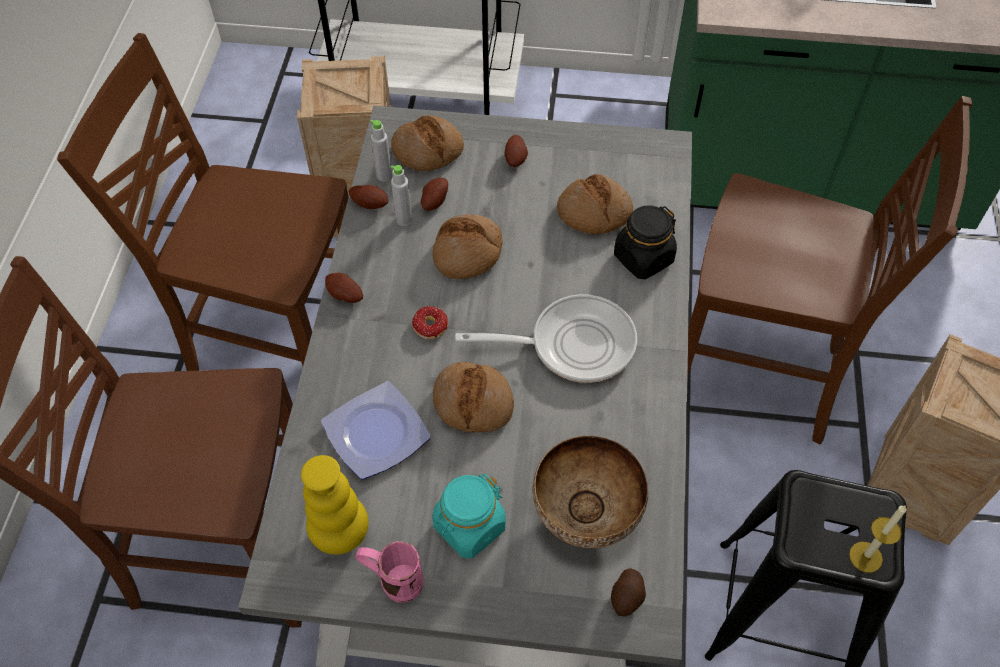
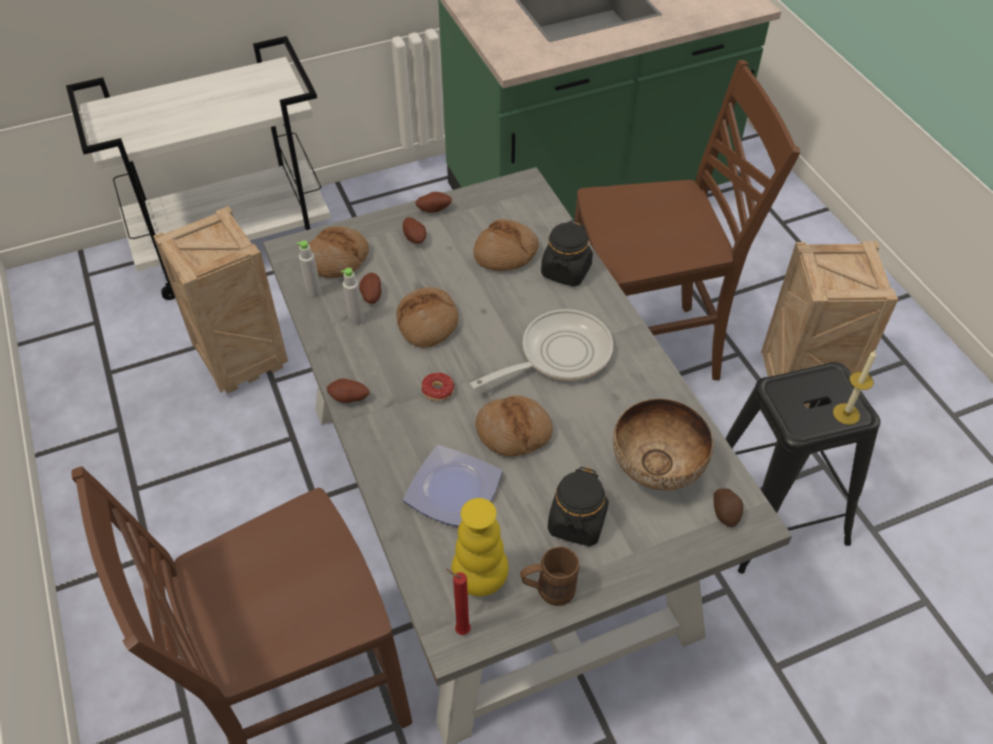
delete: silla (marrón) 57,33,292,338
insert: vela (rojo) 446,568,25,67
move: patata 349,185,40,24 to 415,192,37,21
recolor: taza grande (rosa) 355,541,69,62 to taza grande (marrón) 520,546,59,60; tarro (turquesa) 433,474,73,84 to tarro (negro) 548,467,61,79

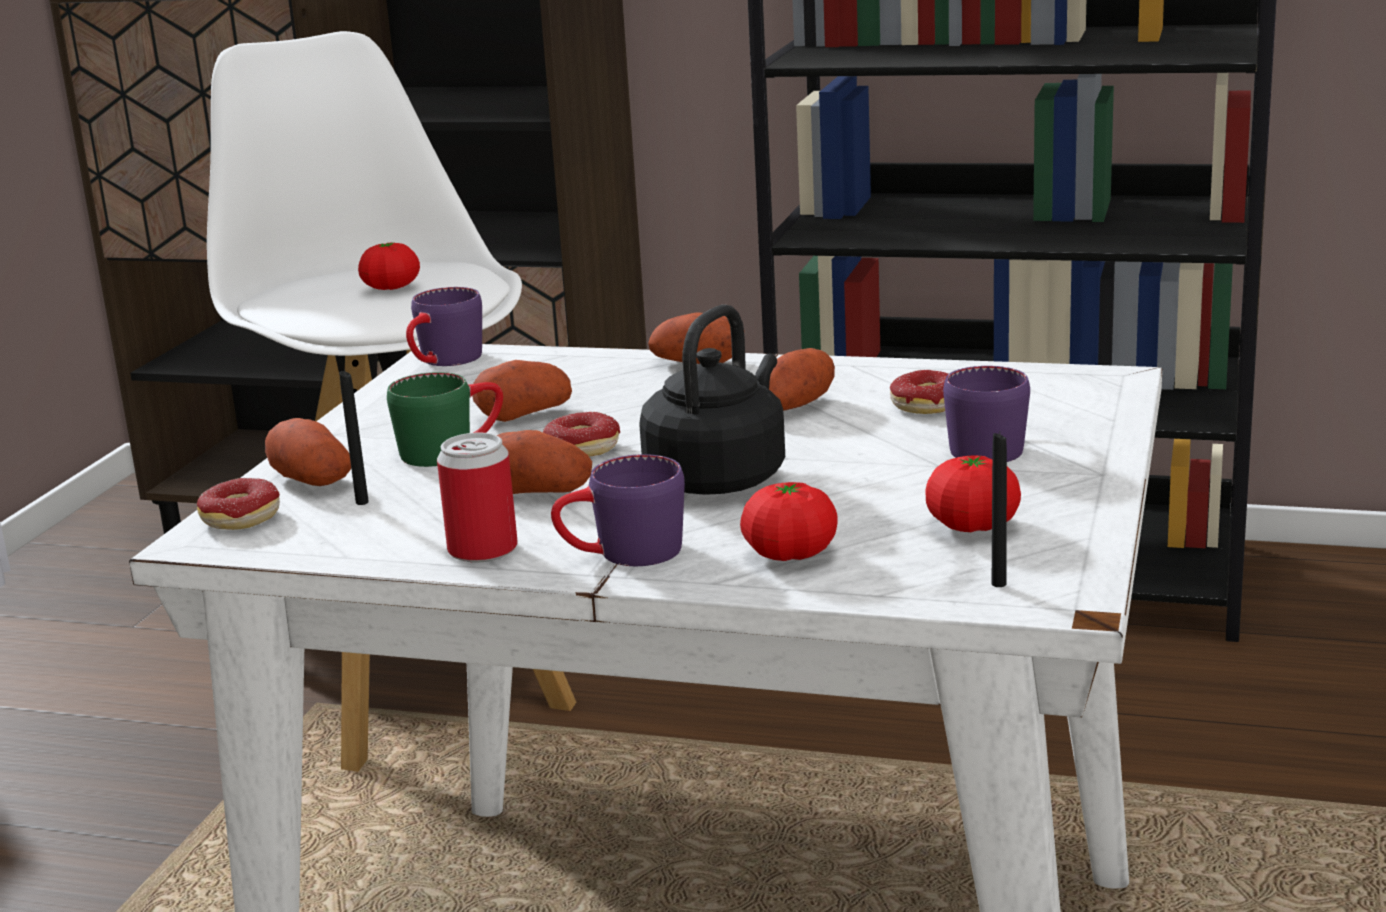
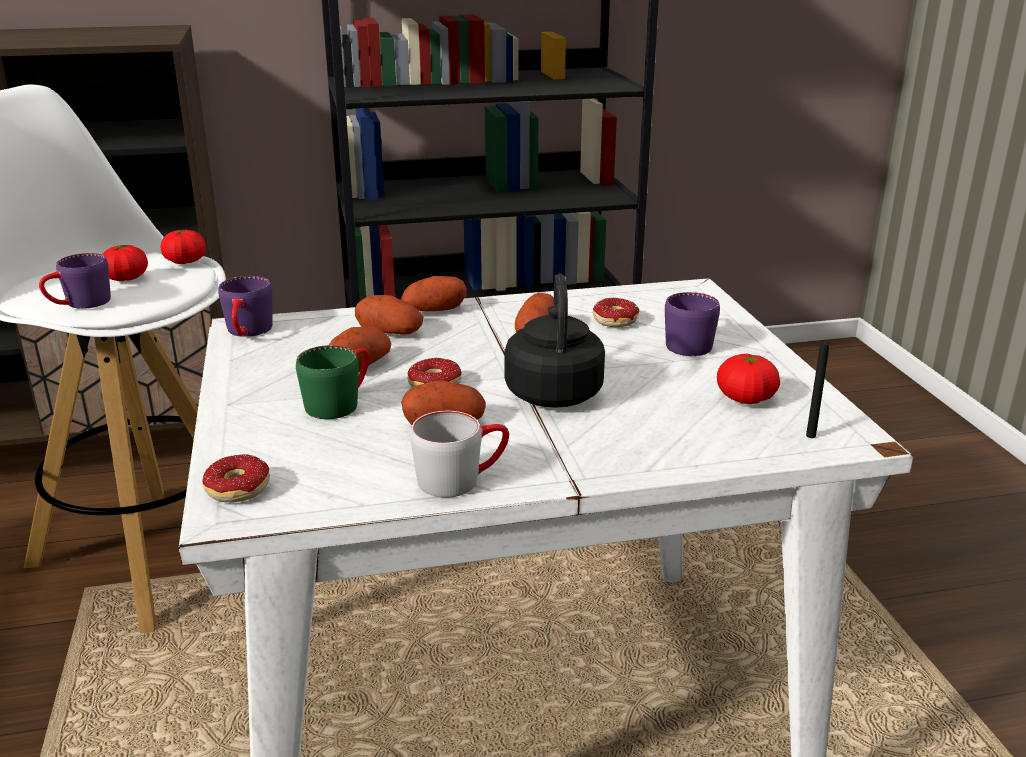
delete: vela (negro) 339,370,30,135
move: patata 265,418,86,68 to 355,295,69,39; taza grande (morado) 551,454,134,112 to 39,253,72,56; tomate 740,482,98,79 to 161,229,45,35
replace: lata 437,433,81,130 to taza grande (gris) 410,411,99,87

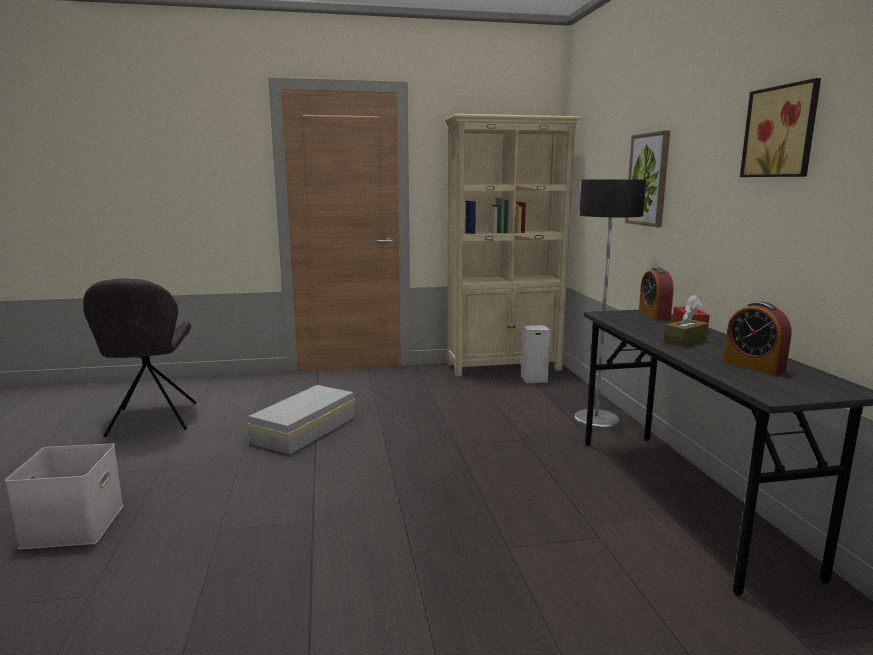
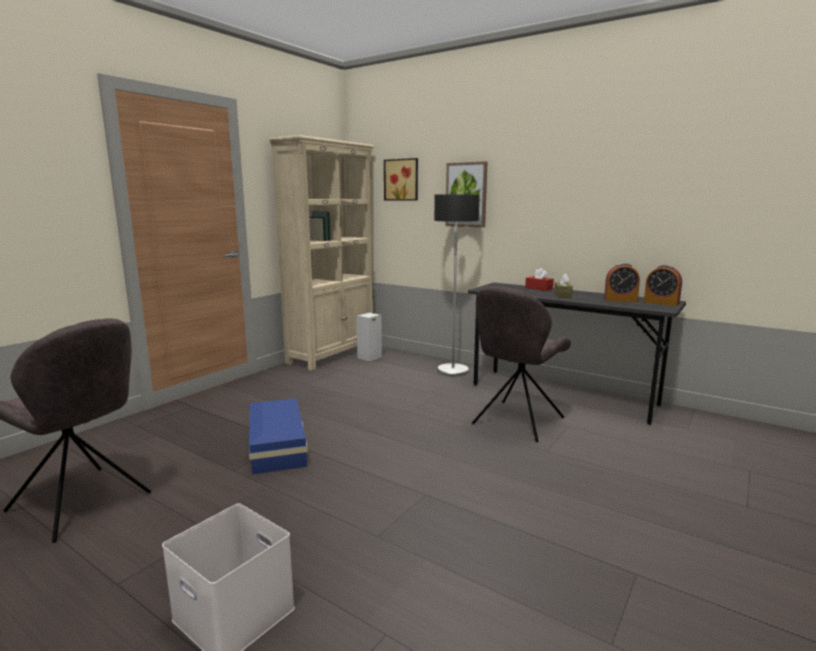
insert: silla (gris) 472,286,99,156
move: despertador 639,268,35,52 to 644,265,38,41; cuadro 740,78,81,99 to 384,158,34,43
recolor: caja de almacenaje (blanco) 247,385,108,70 to caja de almacenaje (azul) 249,398,59,76

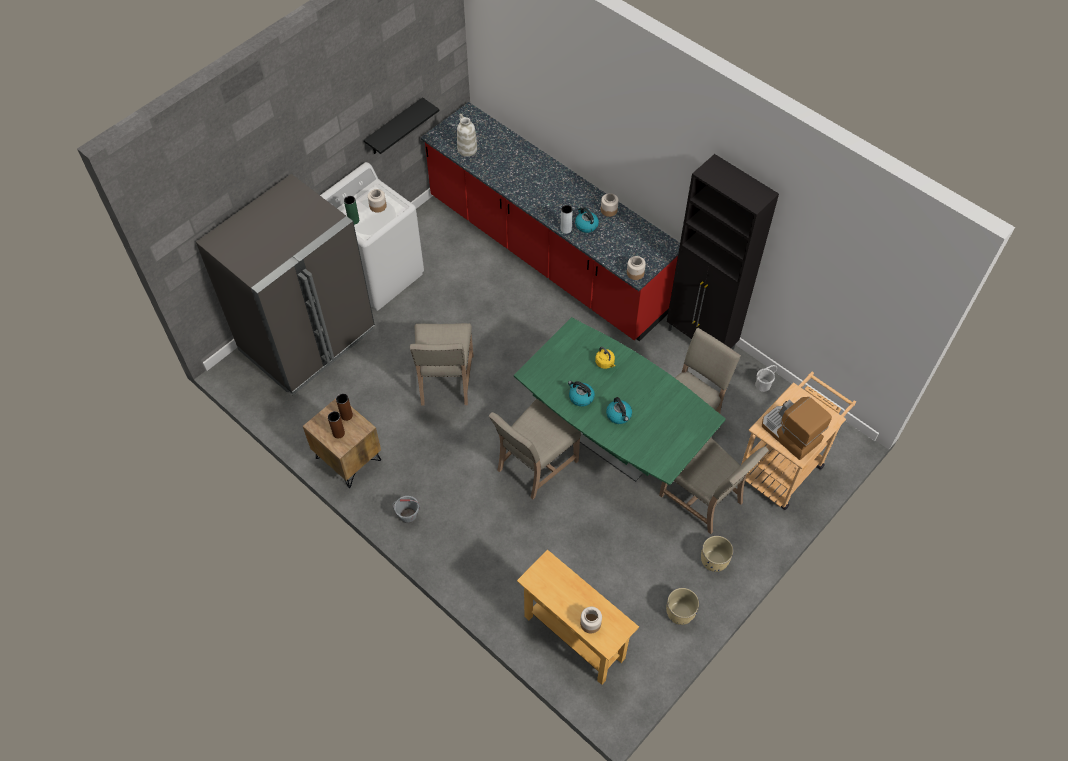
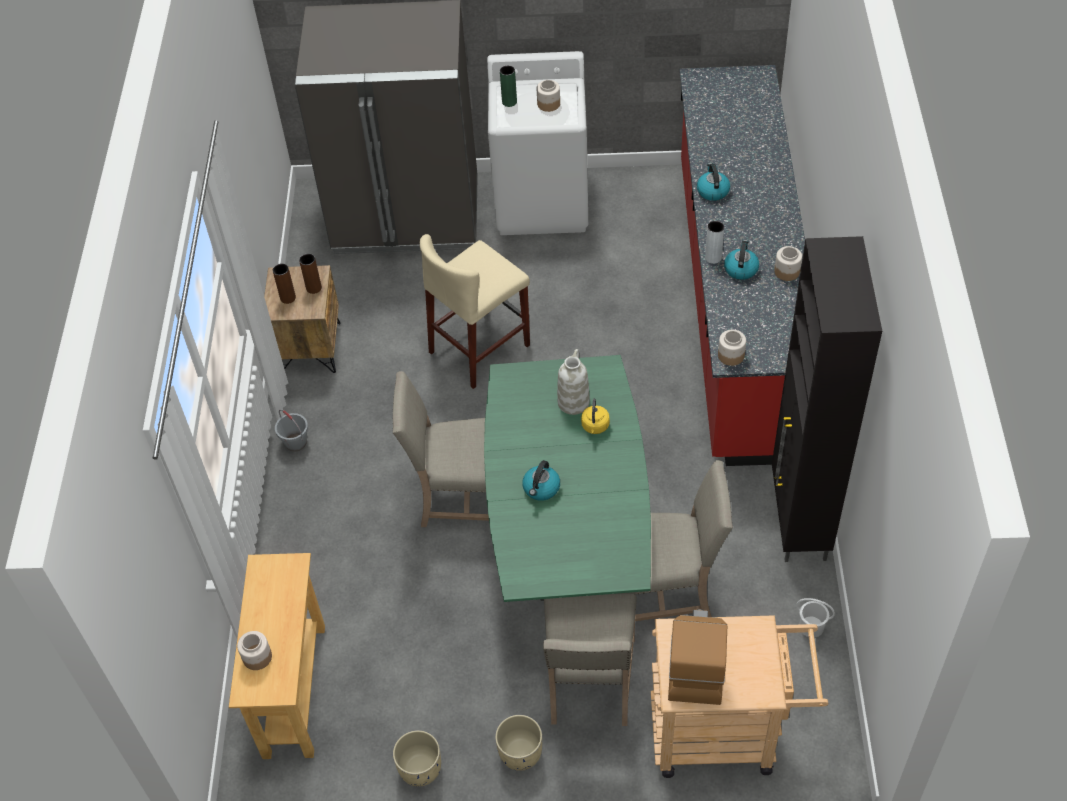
delete: estante (negro) 364,97,75,57
move: florero (blanco) 457,114,20,43 to 557,349,33,66; hervidor 568,381,27,26 to 697,163,33,38
replace: silla (beis) 410,323,63,83 to taburete (beis) 420,234,110,155

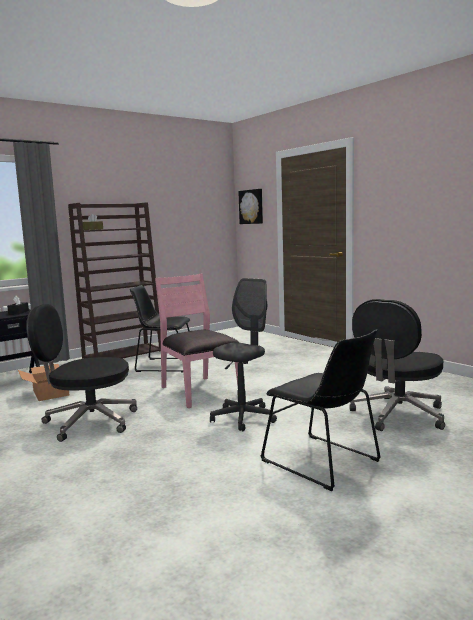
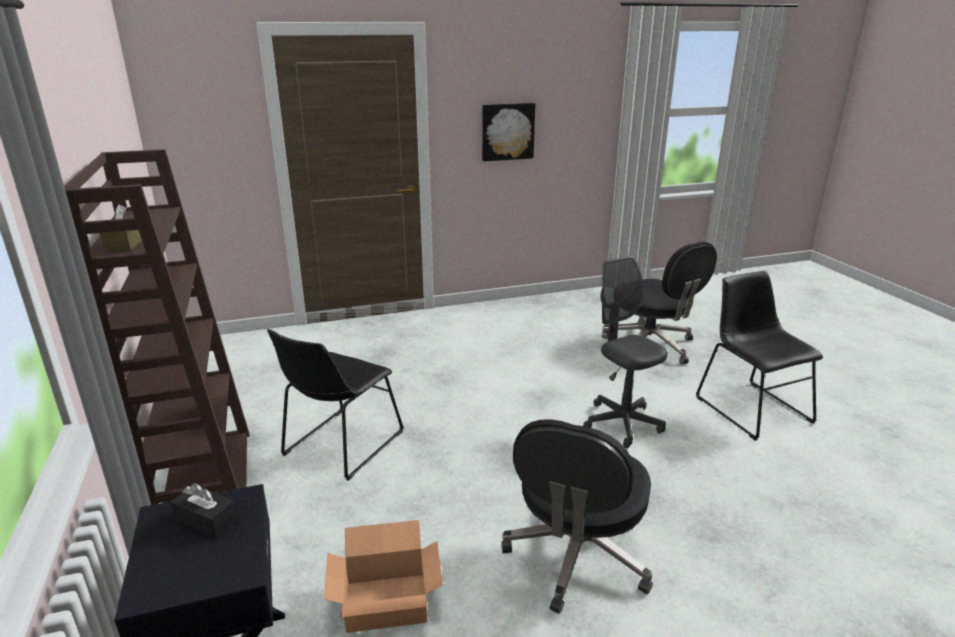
delete: silla (rosa) 155,274,85,134
move: cuadro 238,189,25,35 to 482,103,53,58
rotate: silla (negro) 261,329,120,162 = 696,271,127,170 90 degrees counterclockwise

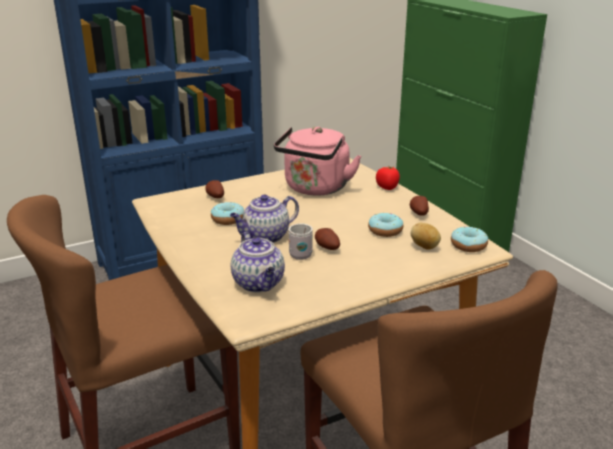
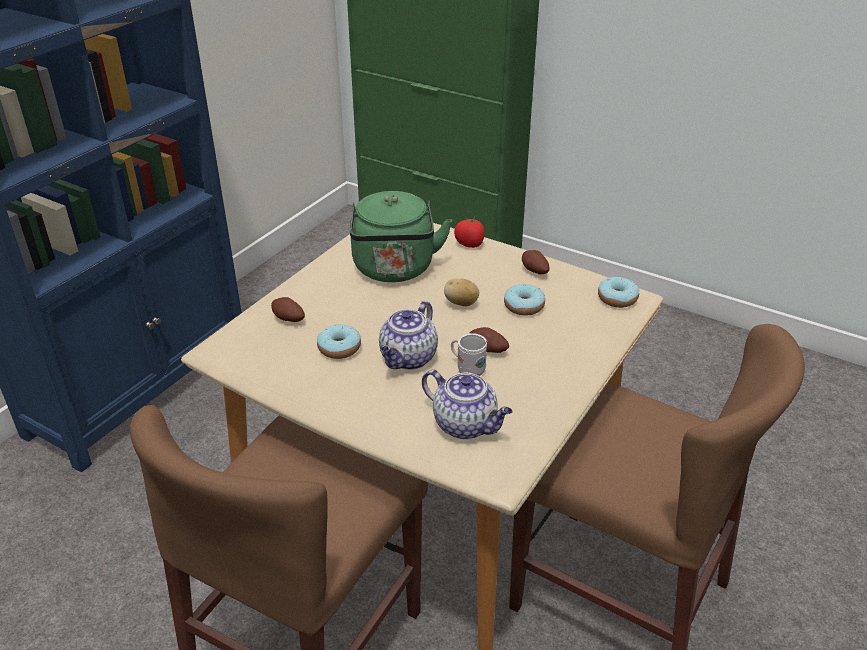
move: patata 411,223,30,27 to 444,279,35,27
recolor: hervidor (rosa) 274,127,87,69 to hervidor (verde) 350,191,102,91

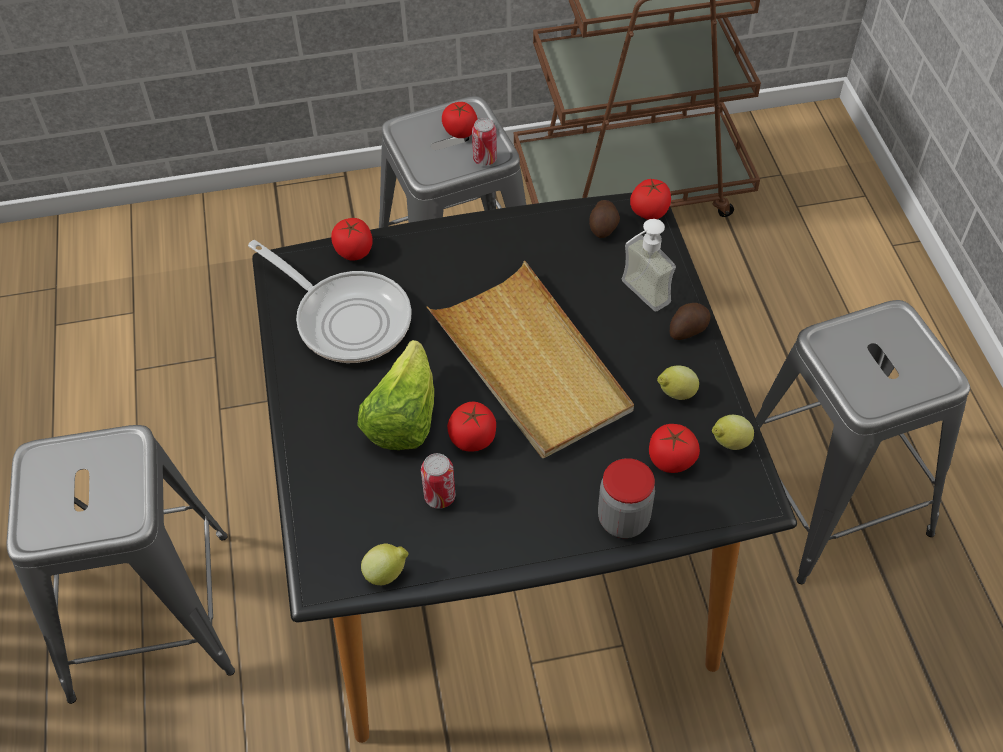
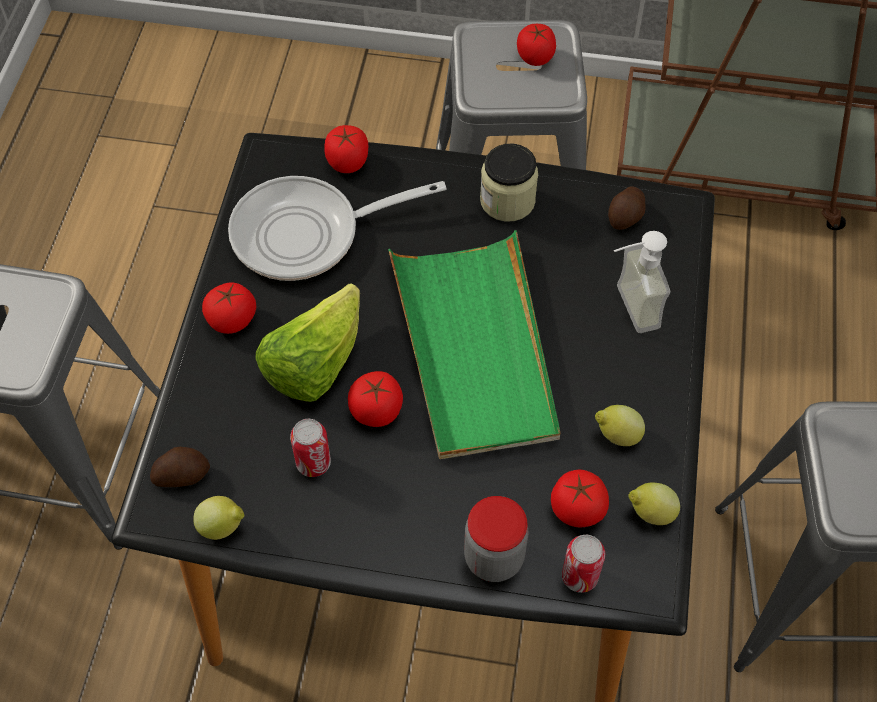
insert: tarro 480,143,58,79
move: lata 472,118,25,48 to 562,535,43,58; tomate 630,179,41,41 to 202,282,54,52; patata 669,303,42,37 to 150,447,60,40
recolor: bandeja (beis) 427,261,207,197 to bandeja (verde) 388,230,172,229
rotate: sartén 248,240,164,123 = 228,176,219,105 105 degrees clockwise

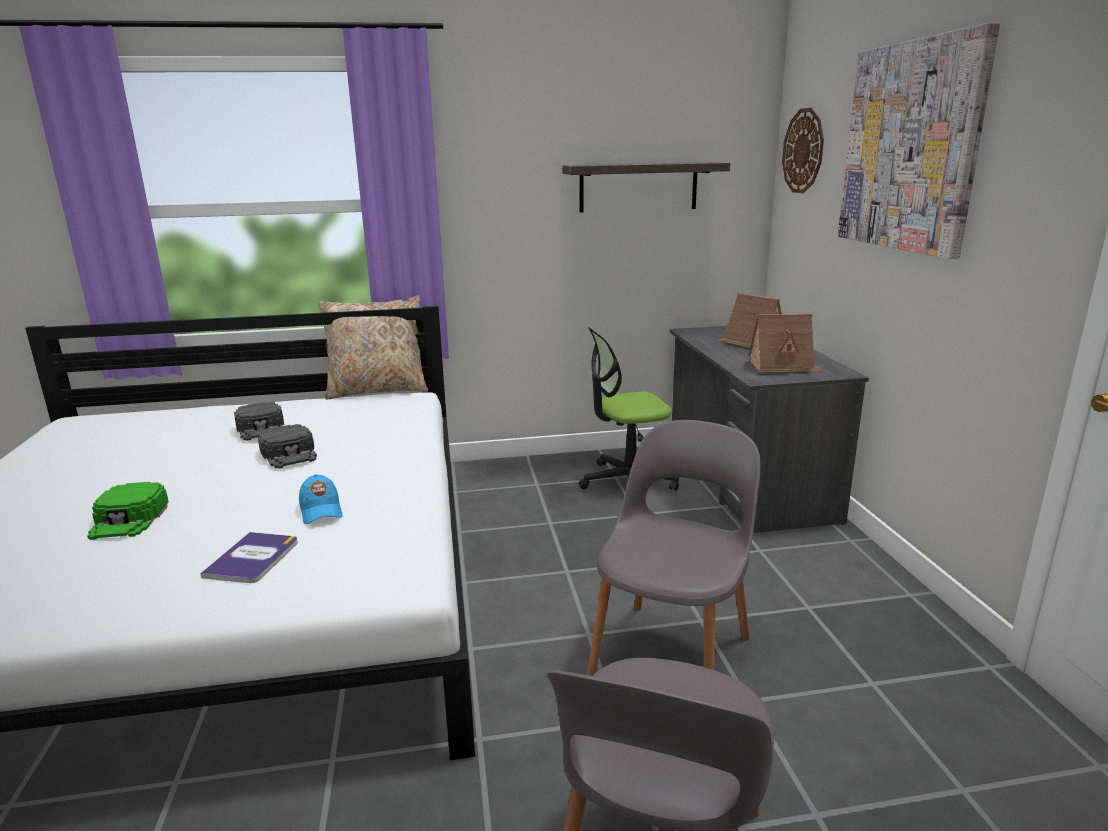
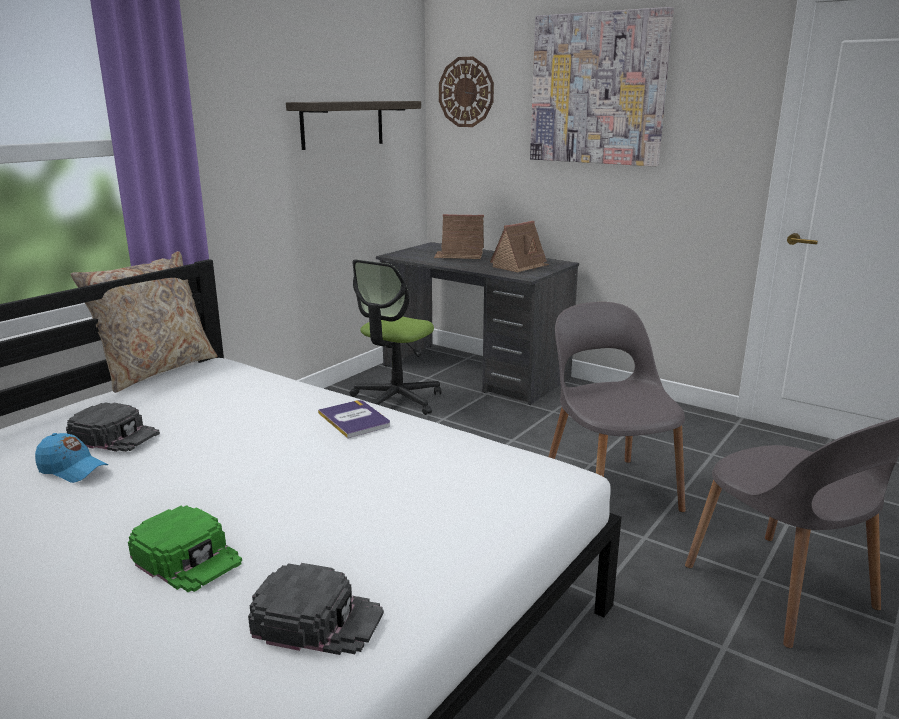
move: libro 200,532,98,51 to 318,400,72,38; gorra (negro) 258,424,59,45 to 248,563,136,92; gorra (azul) 299,474,44,50 to 35,433,74,50

